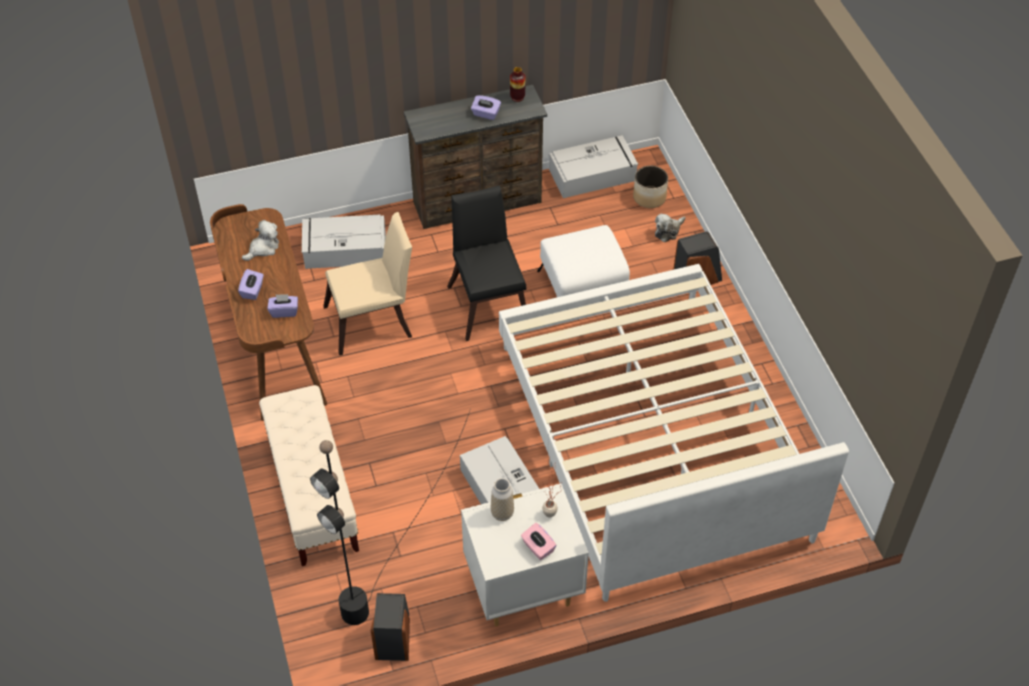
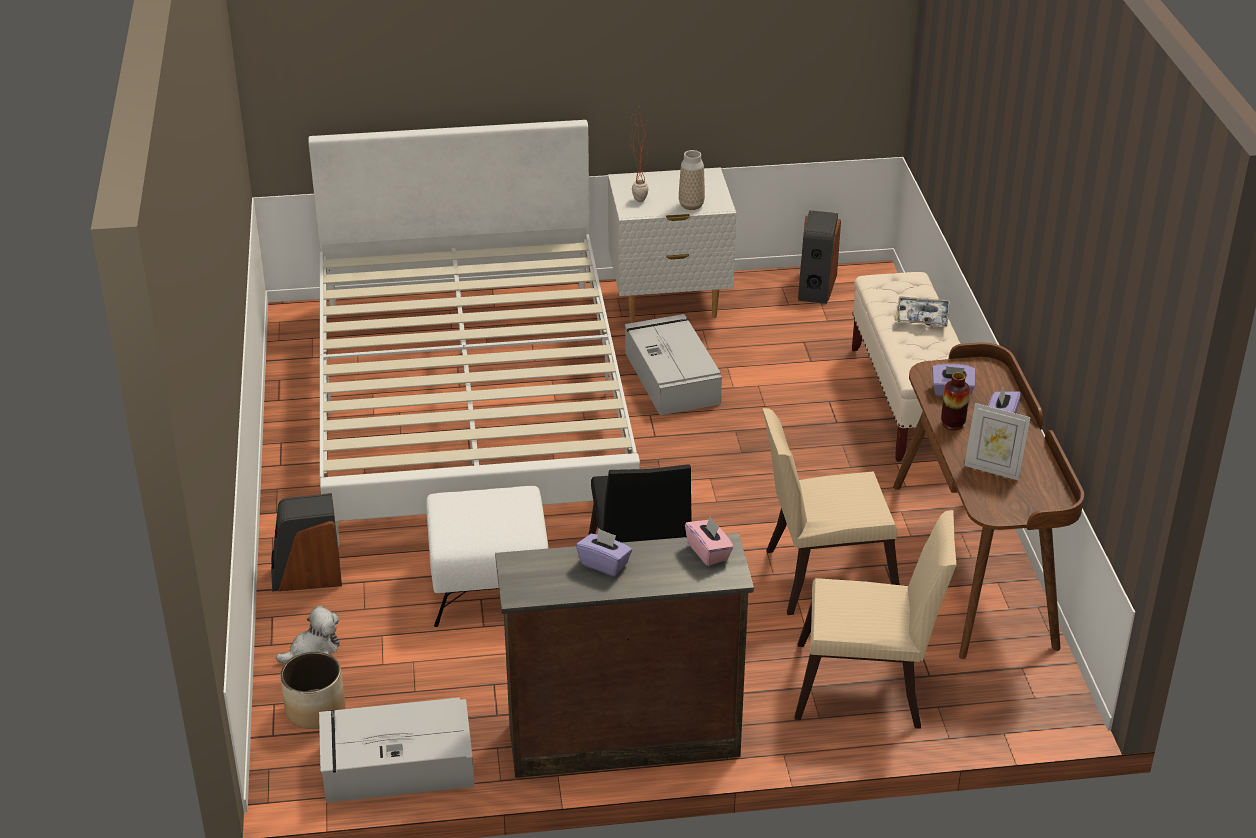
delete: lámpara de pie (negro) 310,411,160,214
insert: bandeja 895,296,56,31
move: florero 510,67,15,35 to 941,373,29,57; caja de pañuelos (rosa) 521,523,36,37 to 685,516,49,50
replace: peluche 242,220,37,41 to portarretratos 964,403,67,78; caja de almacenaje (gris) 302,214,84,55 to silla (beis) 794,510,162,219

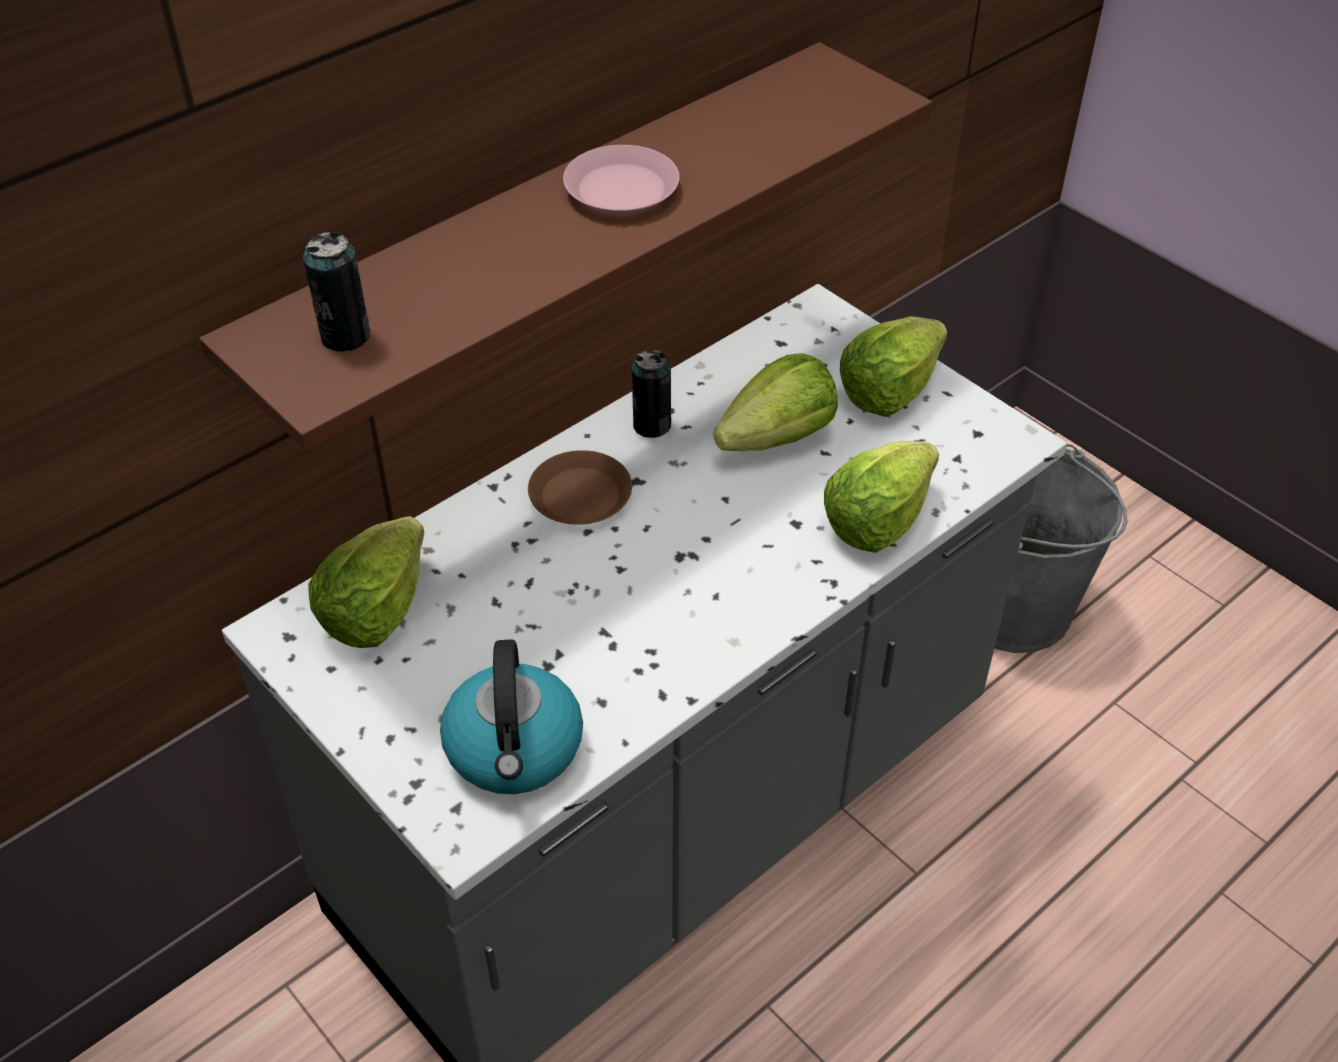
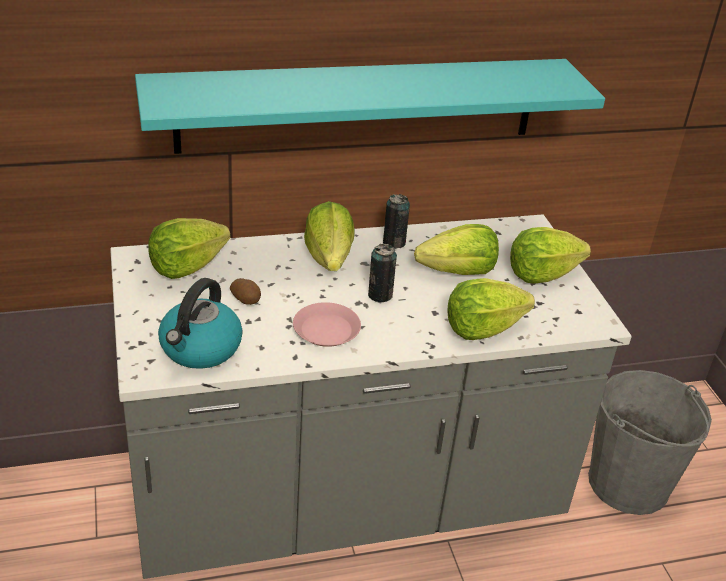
insert: patata 230,278,31,27
move: lata 303,232,68,120 to 368,244,29,58; plato (rosa) 563,145,117,70 to 293,302,68,45
replace: plato (marrón) 528,450,104,75 to lechuga 304,201,51,70
recolor: estante (marrón) 199,42,733,409 to estante (turquesa) 135,59,470,95

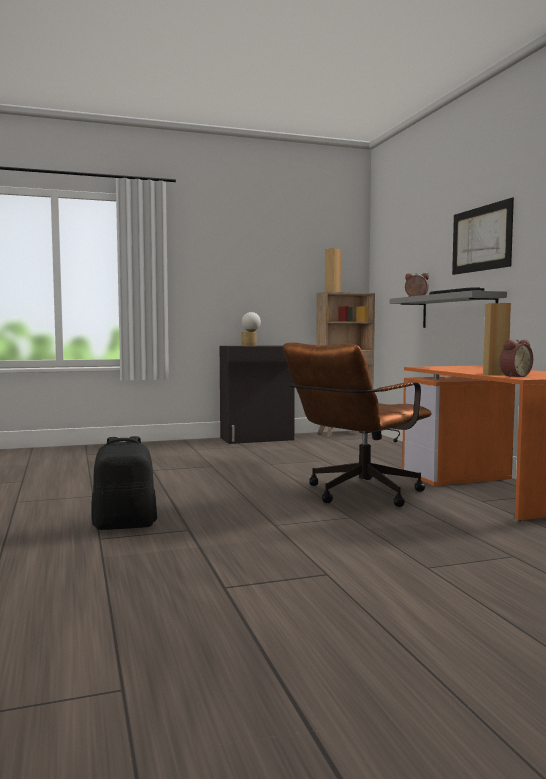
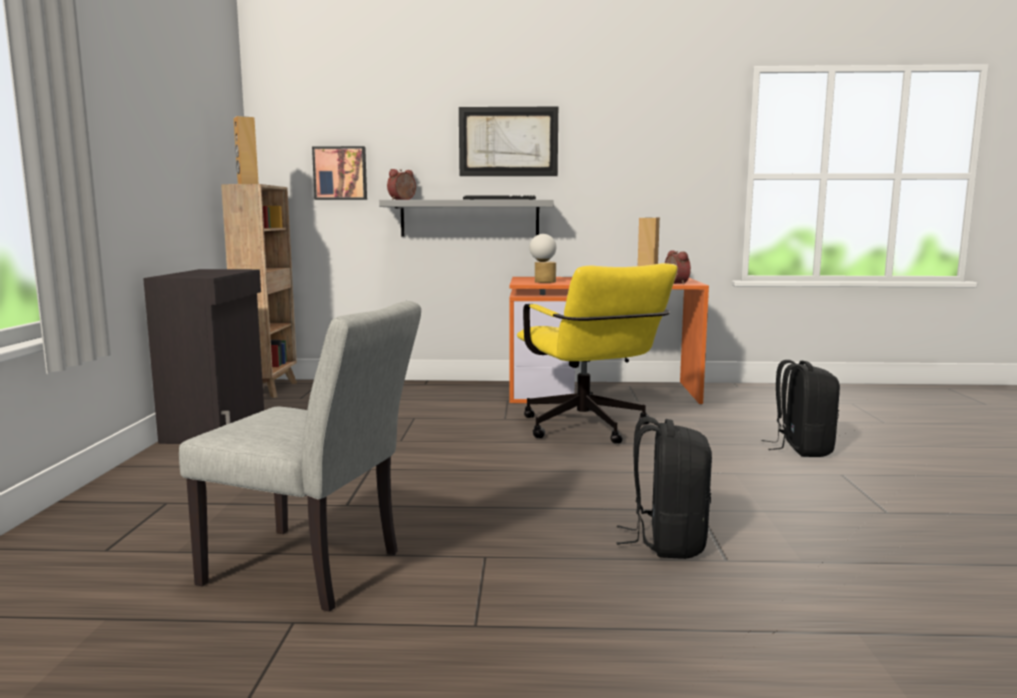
insert: silla (gris) 179,301,242,311; cuadro 312,146,55,54; mochila (negro) 762,360,78,97
move: lámpara de mesa 241,312,20,34 to 529,234,27,49
recolor: silla de oficina (marrón) 283,342,149,165 to silla de oficina (amarillo) 517,263,160,181

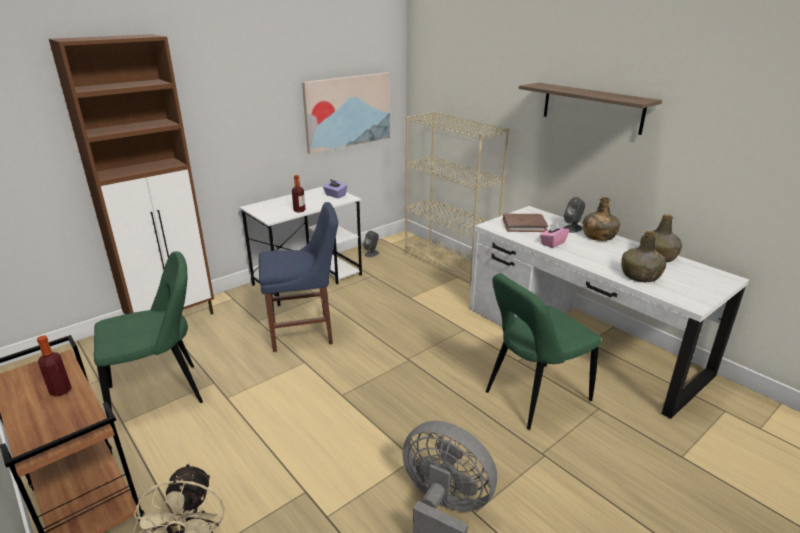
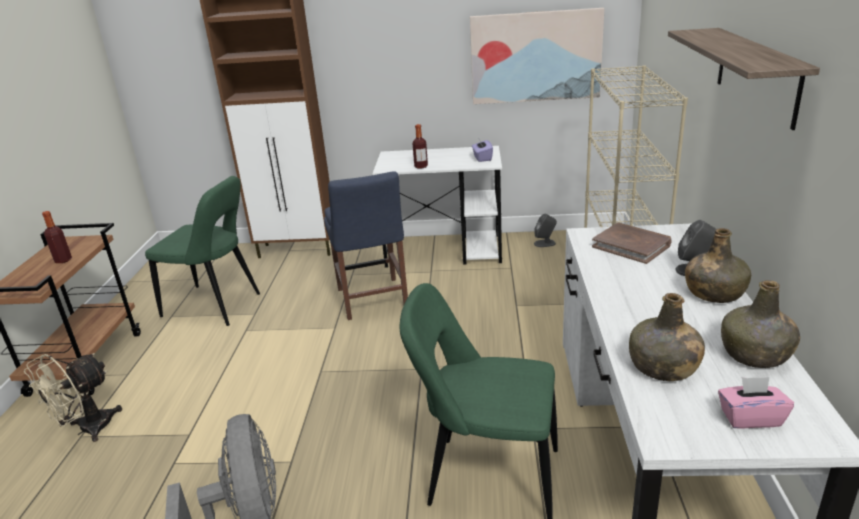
move: caja de pañuelos (rosa) 540,222,29,26 to 718,377,76,52
rotate: silla (azul) 259,202,79,150 = 324,171,84,149 45 degrees clockwise

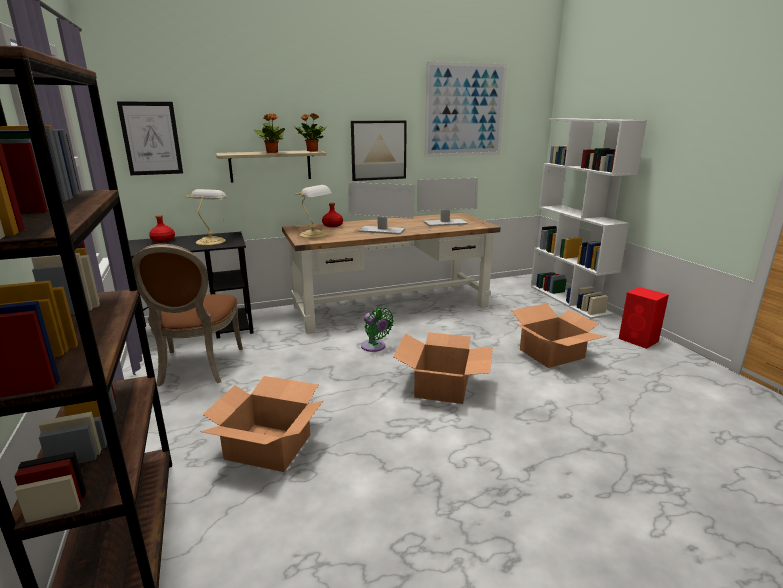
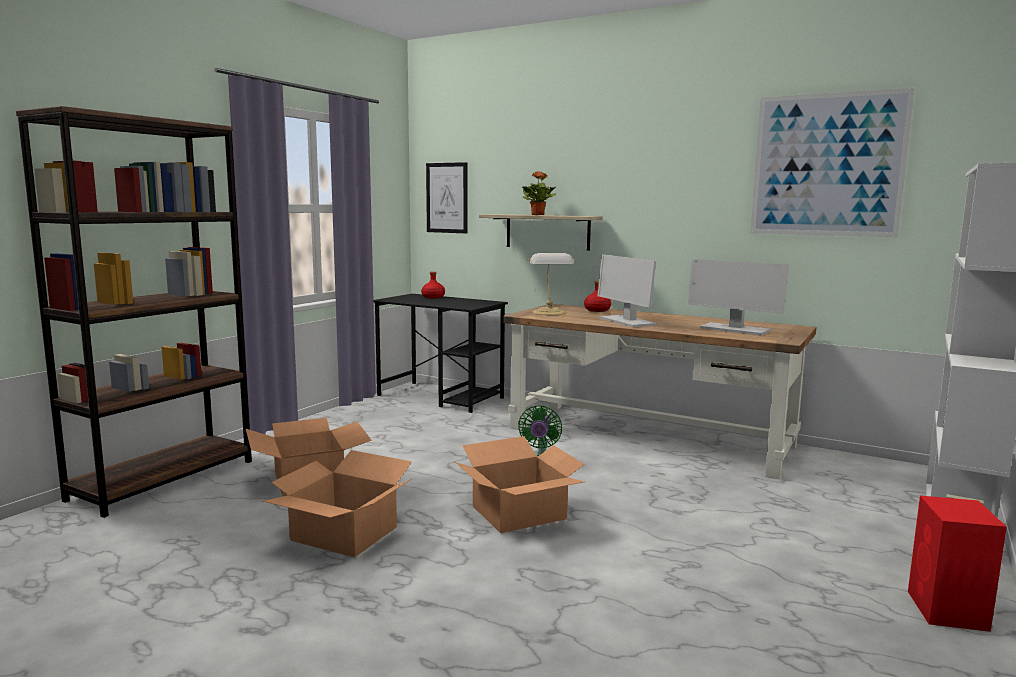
delete: silla (marrón) 132,244,111,142; lámpara de mesa 185,189,43,56; planta en maceta 294,113,33,39; cuadro 351,120,56,61
move: caja de cartón 512,303,94,65 to 263,450,149,108

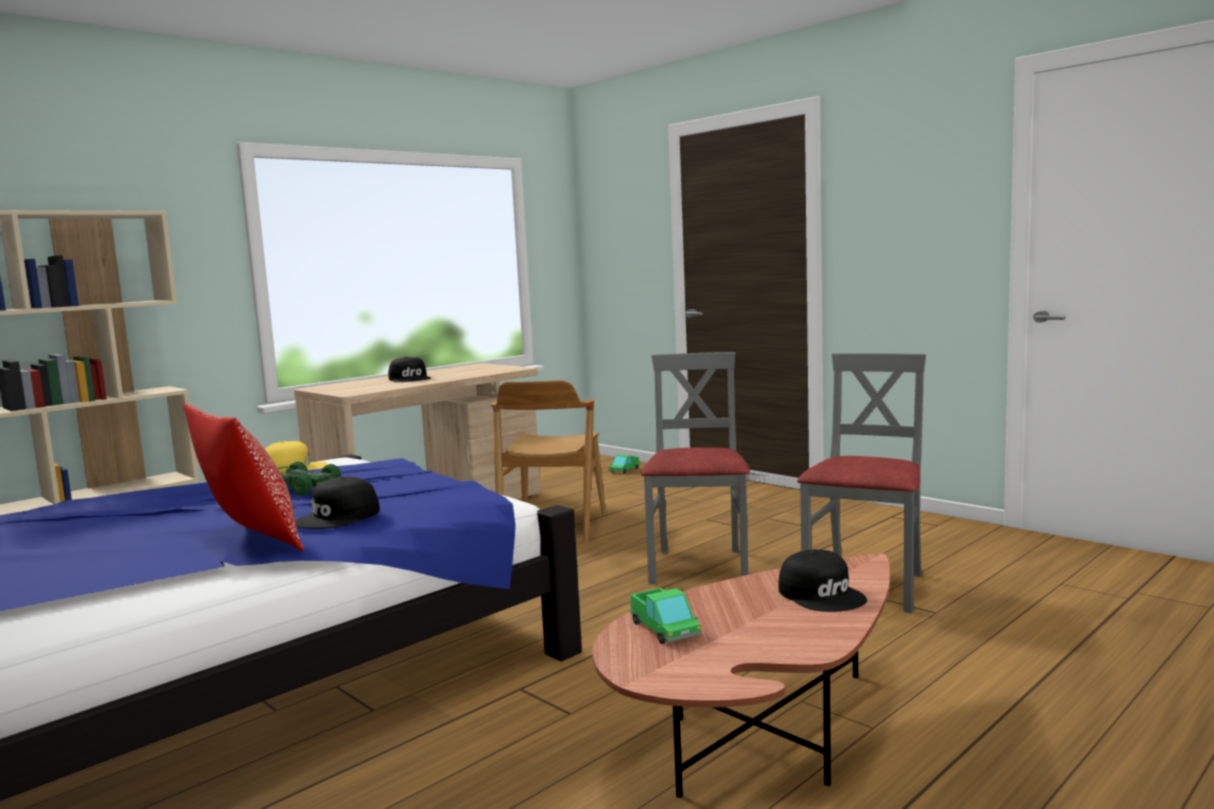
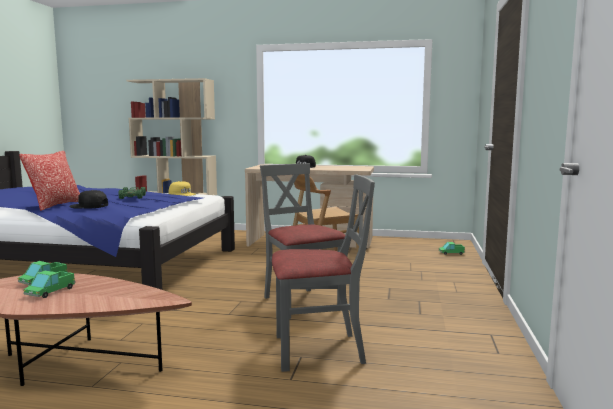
delete: gorra (negro) 778,549,89,63
insert: camión de juguete 23,271,53,27
rotate: silla (gris) 641,352,109,232 = 260,163,85,156 90 degrees counterclockwise

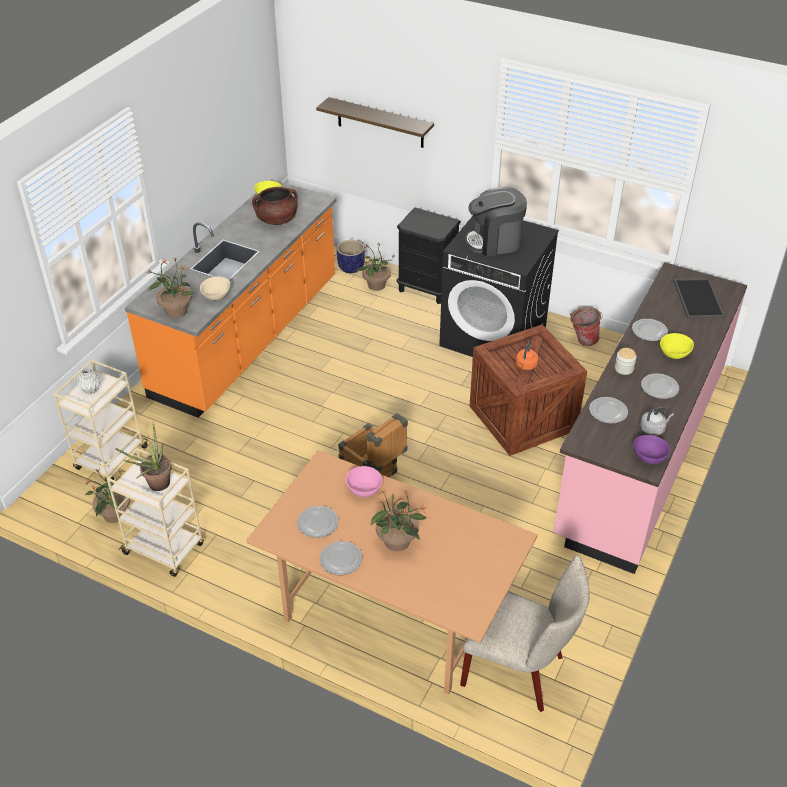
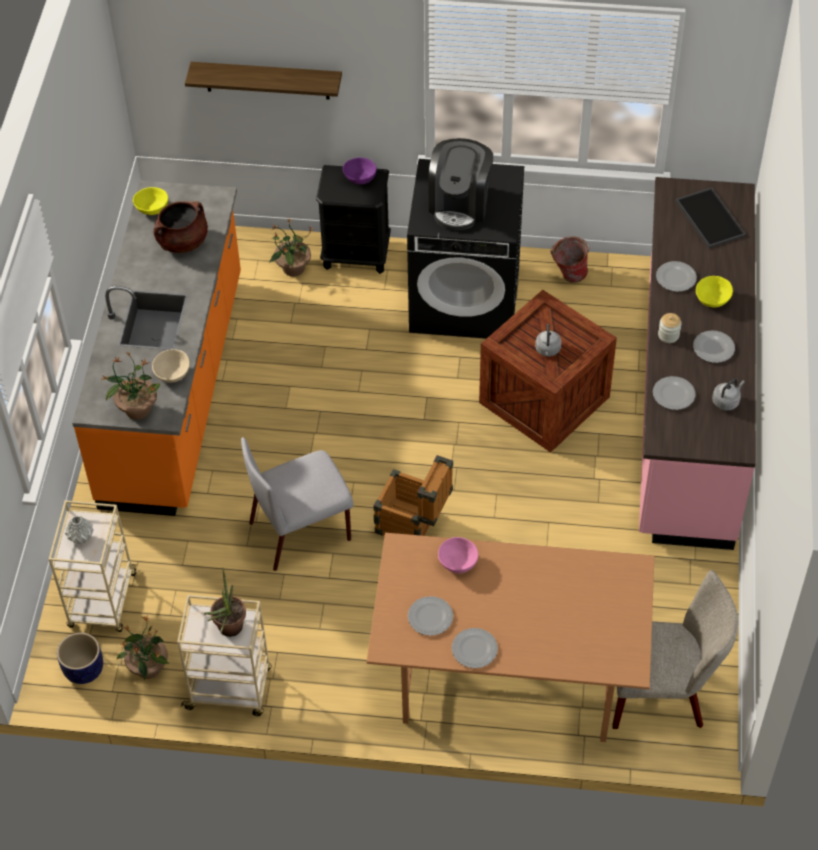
delete: planta en maceta 371,489,56,62
insert: silla (gris) 241,437,112,134
move: maceta 337,240,28,33 to 57,633,46,51; cuenco (morado) 633,435,37,29 to 343,158,34,26
recolor: hervidor (naranja) 516,341,23,29 to hervidor (gris) 535,324,27,33
rotate: cafetera 465,187,62,69 = 428,138,65,92 45 degrees counterclockwise

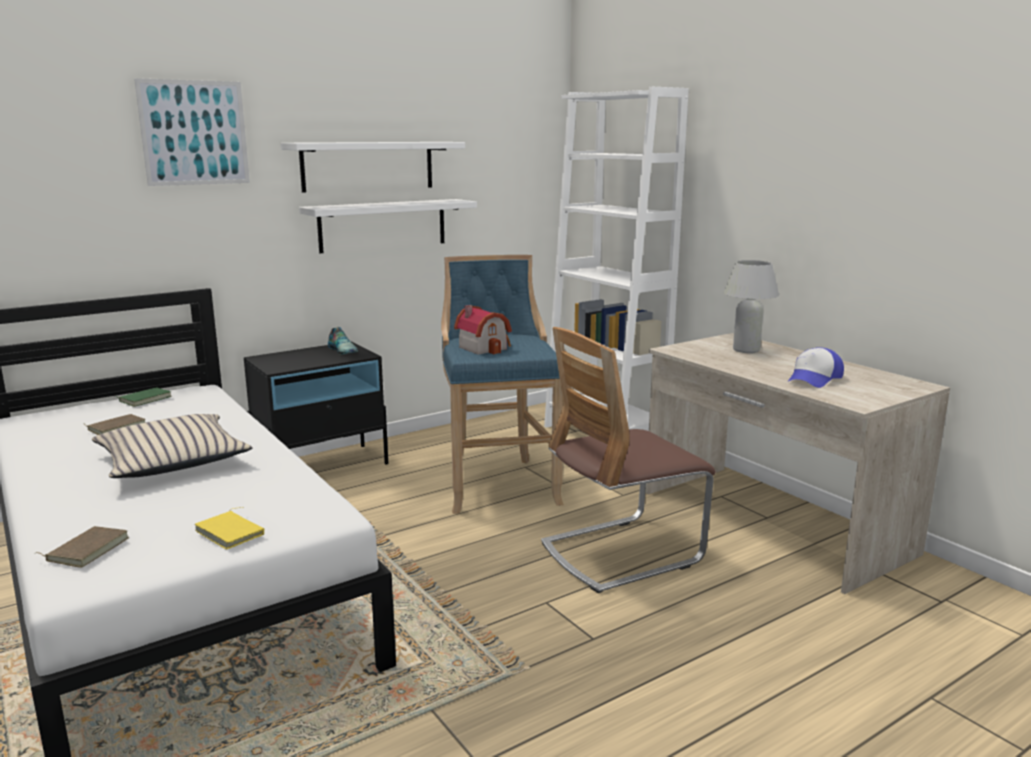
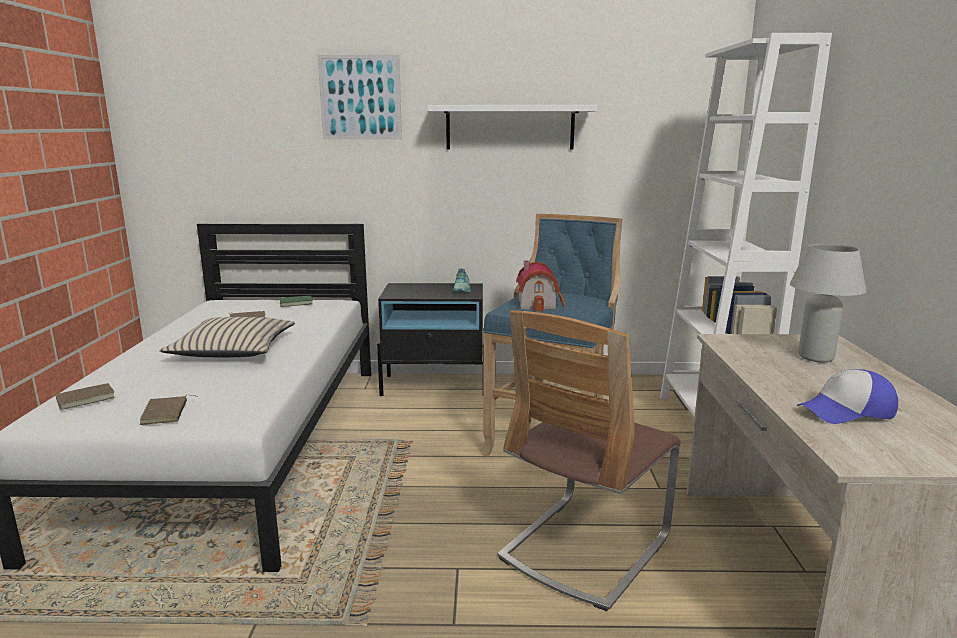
delete: estante (blanco) 299,199,178,54
recolor: libro (amarillo) 195,507,69,43 to libro (marrón) 140,395,58,30
rotate: silla 541,327,175,266 = 497,310,184,301 60 degrees counterclockwise

